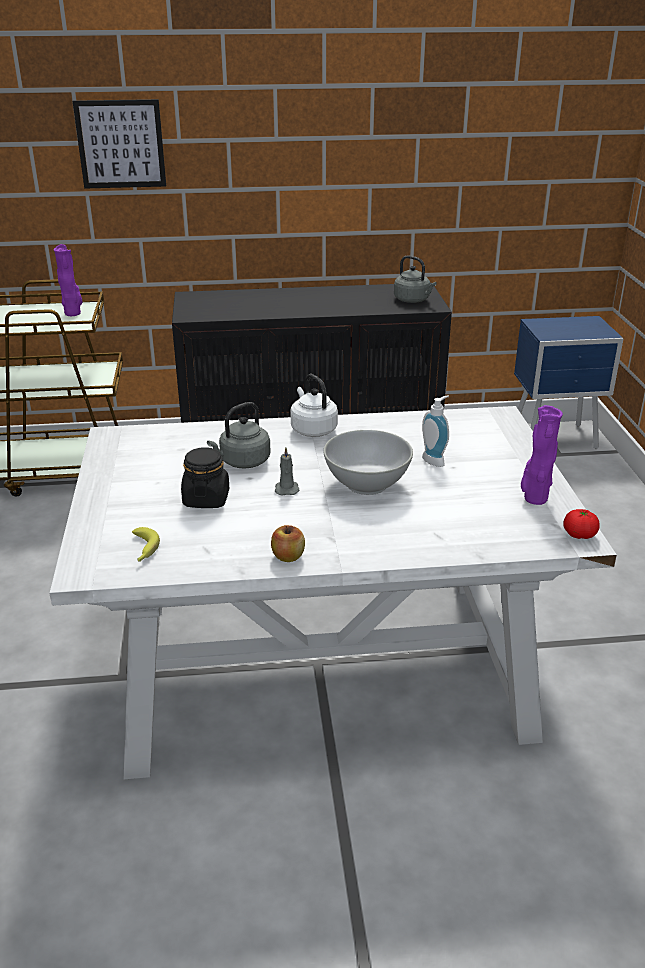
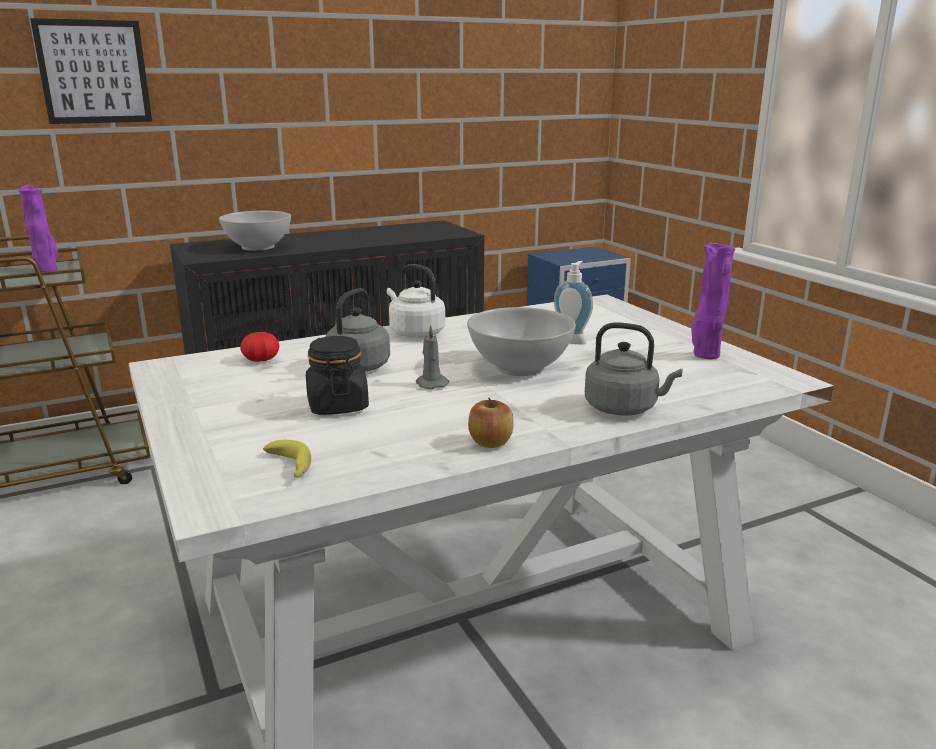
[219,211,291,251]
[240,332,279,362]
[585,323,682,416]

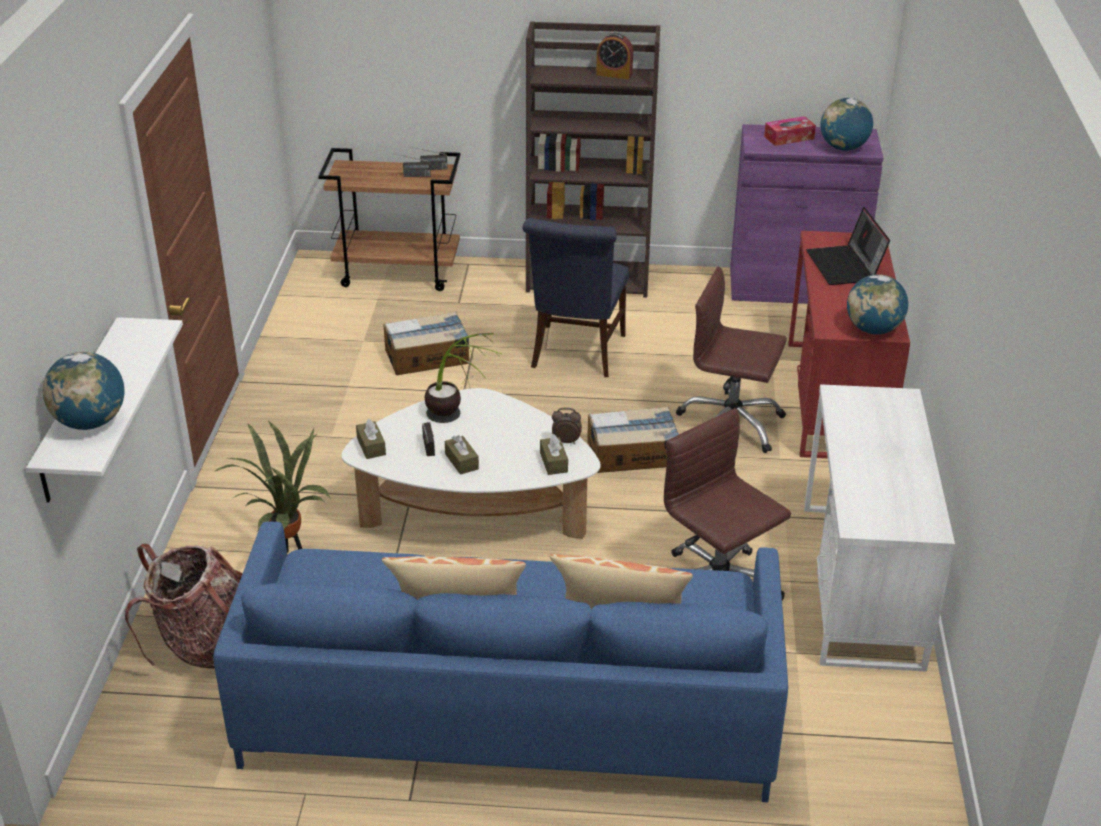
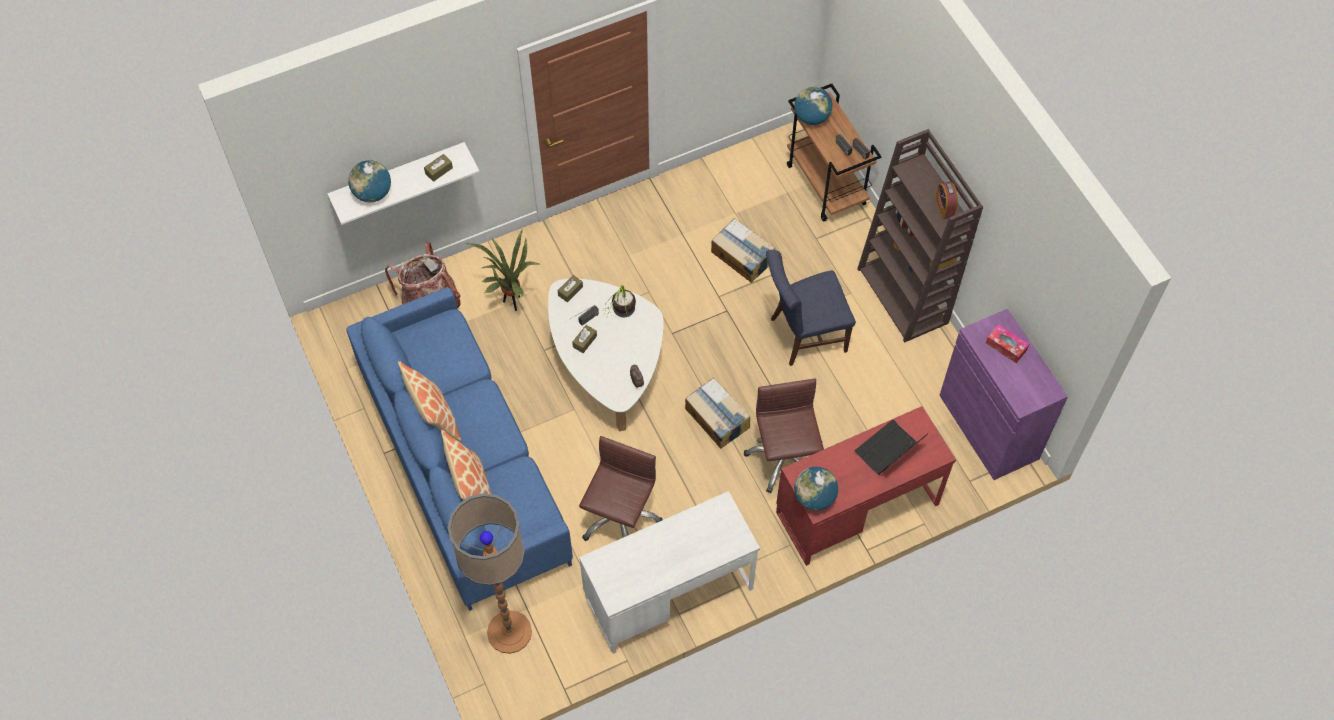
[424,154,453,182]
[448,493,532,654]
[794,87,833,125]

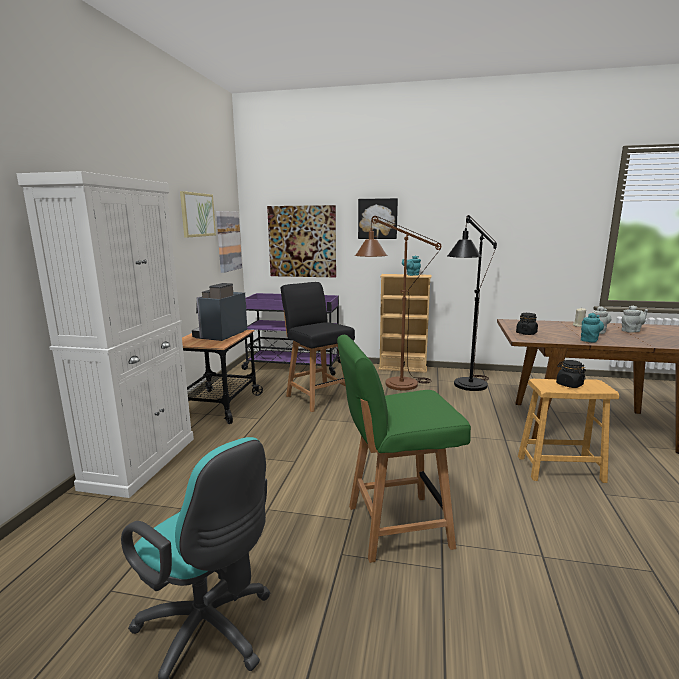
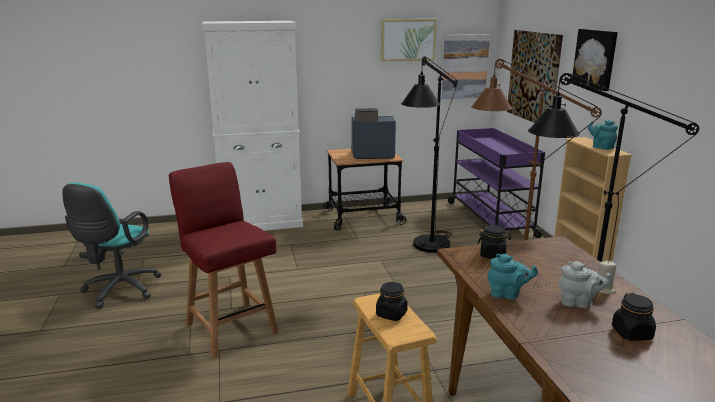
[169,162,279,358]
[401,56,457,253]
[612,293,656,341]

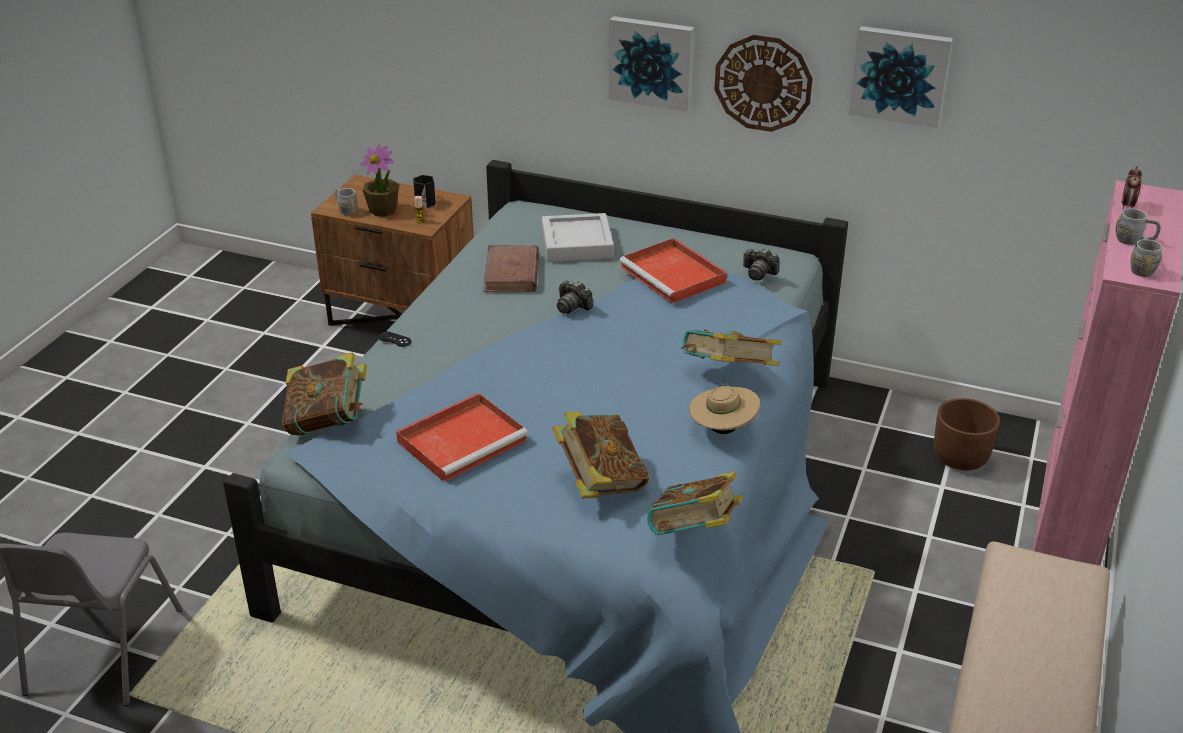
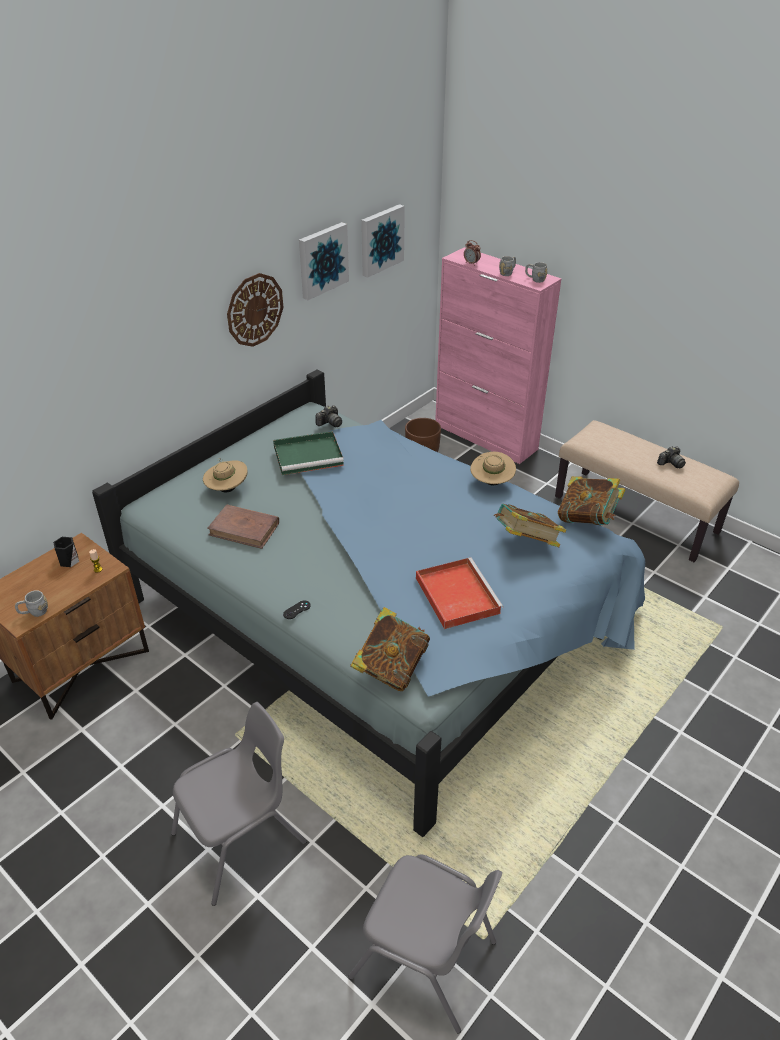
[171,702,307,906]
[203,458,248,492]
[273,431,344,475]
[361,204,405,278]
[657,446,686,469]
[360,144,399,217] (first image)
[681,330,781,366] (first image)

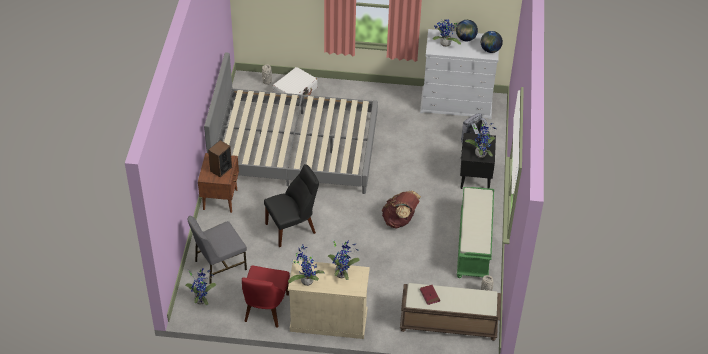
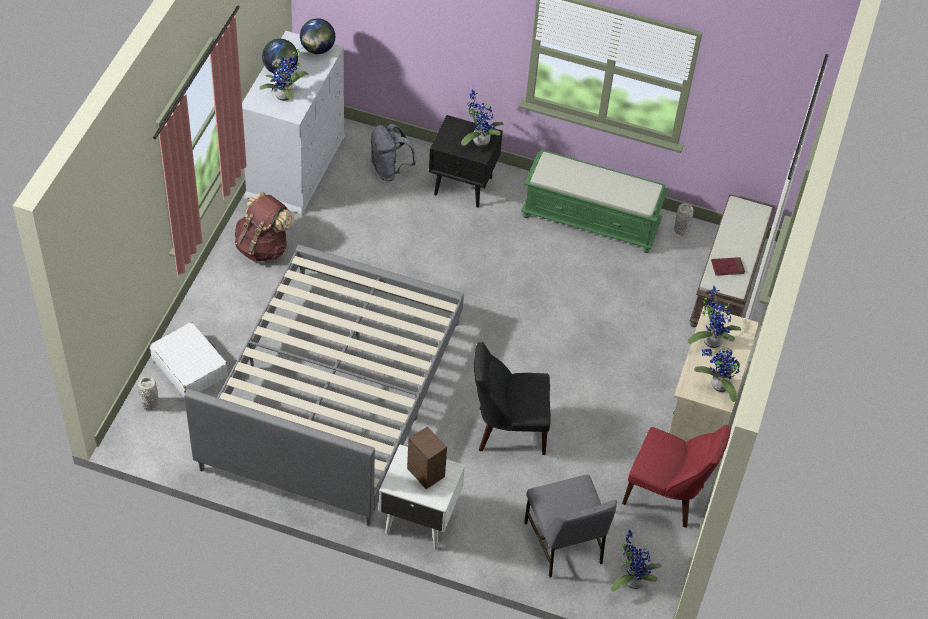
[235,192,294,262]
[379,444,465,550]
[474,342,550,455]

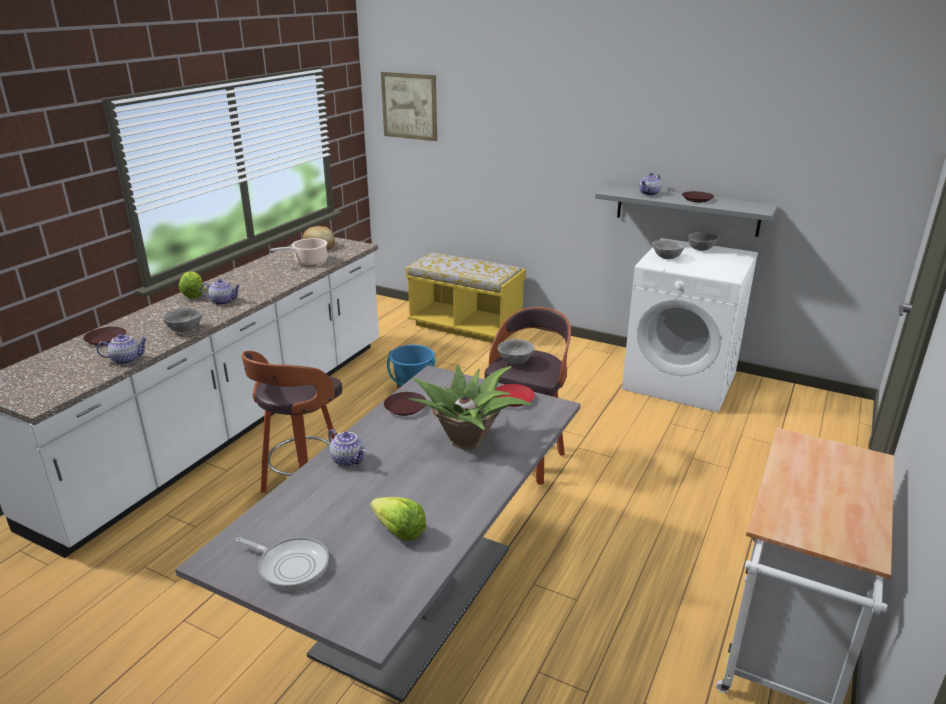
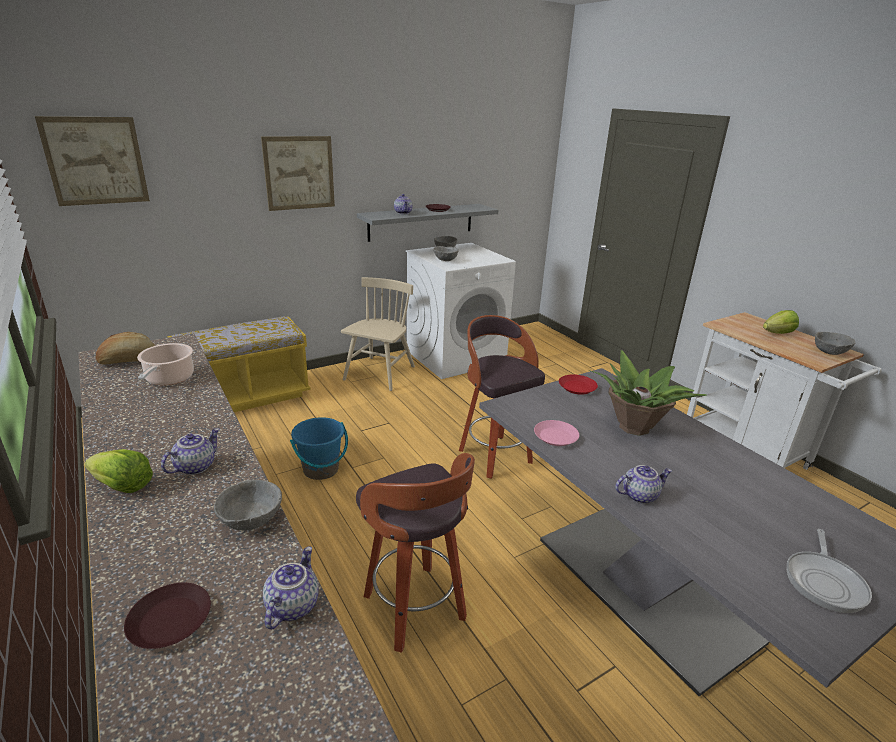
[261,136,335,211]
[341,277,415,391]
[534,420,579,446]
[763,310,799,334]
[787,529,872,613]
[815,332,856,355]

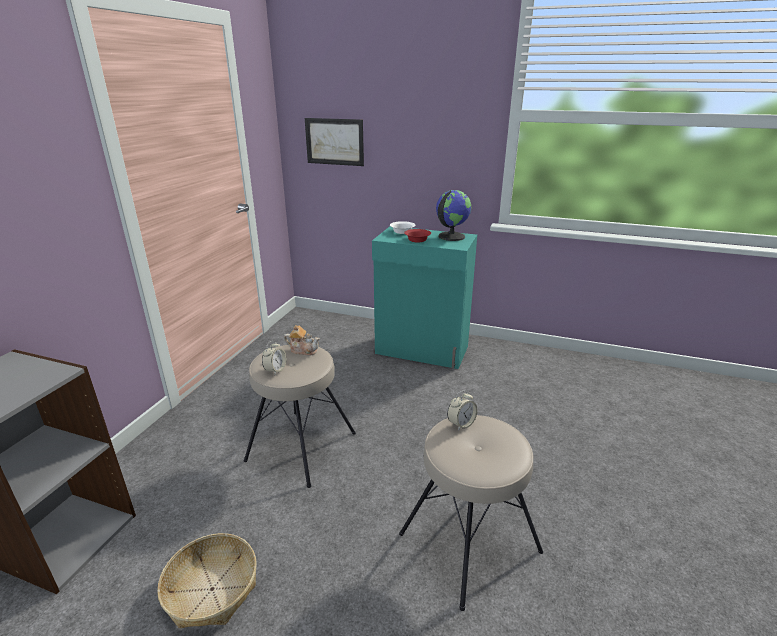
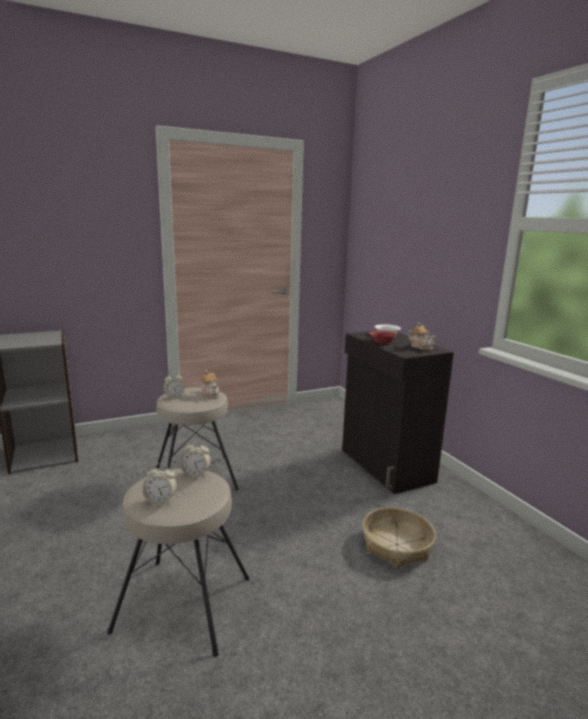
[142,463,177,505]
[342,331,454,494]
[363,507,436,567]
[408,322,436,350]
[305,118,364,166] (first image)

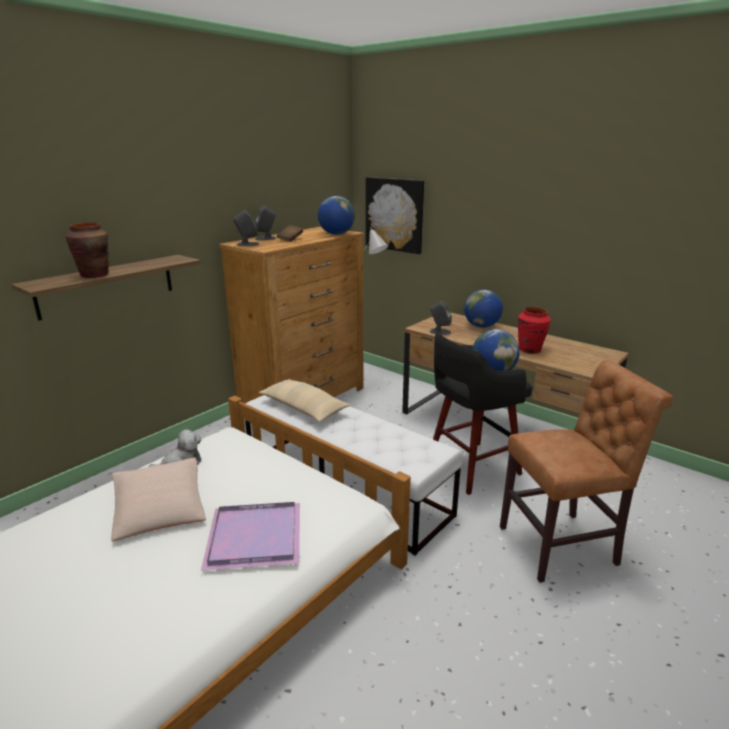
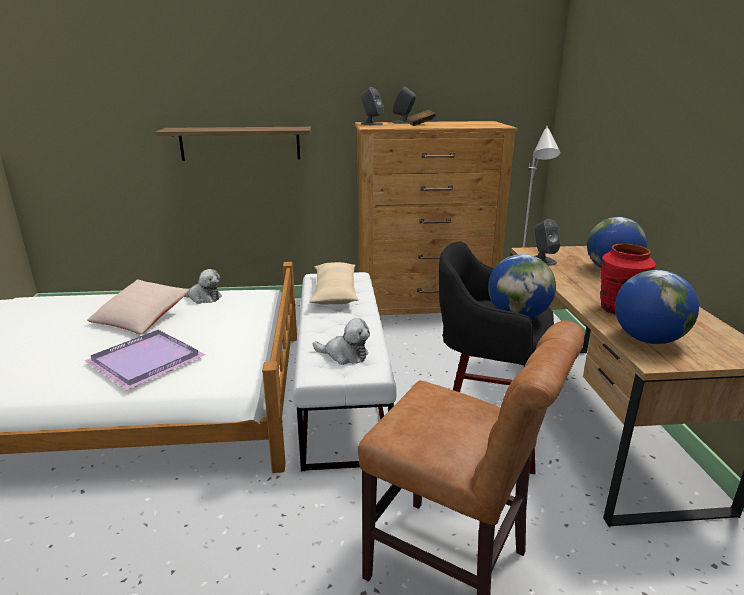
[313,318,370,365]
[615,270,699,344]
[66,222,109,278] (first image)
[366,177,424,254] (first image)

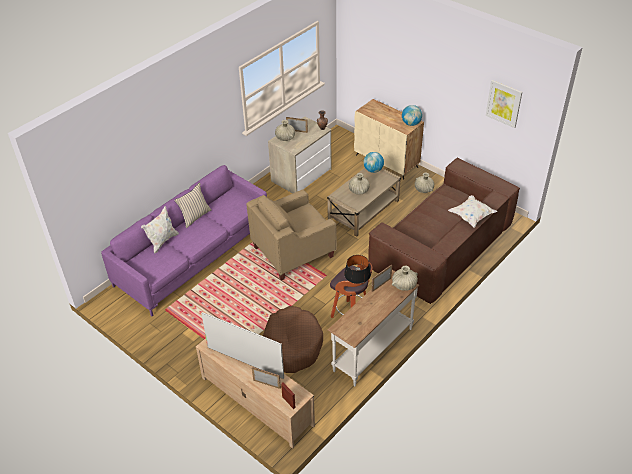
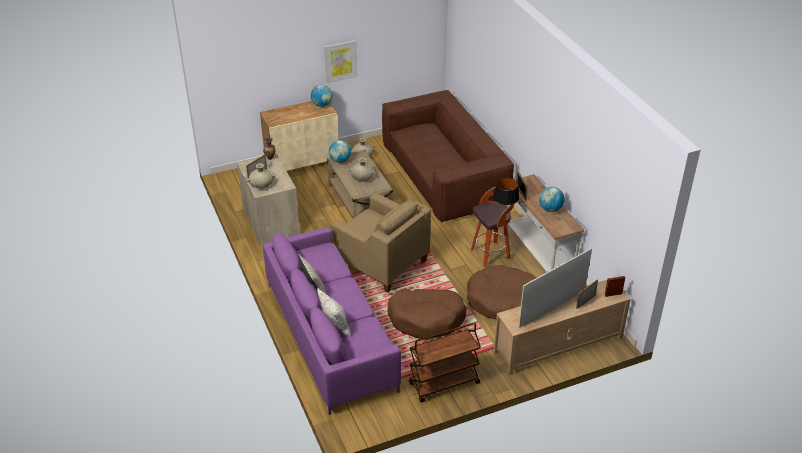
[324,40,358,83]
[331,193,431,293]
[387,288,467,338]
[409,323,481,403]
[539,187,565,212]
[392,266,418,291] (first image)
[448,195,497,228] (first image)

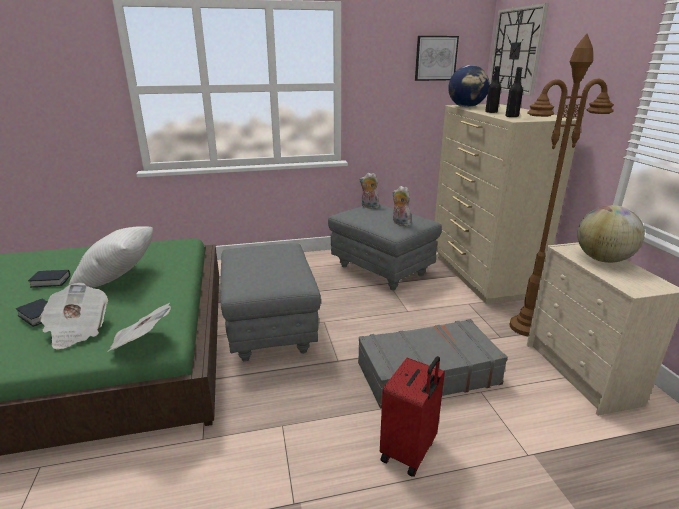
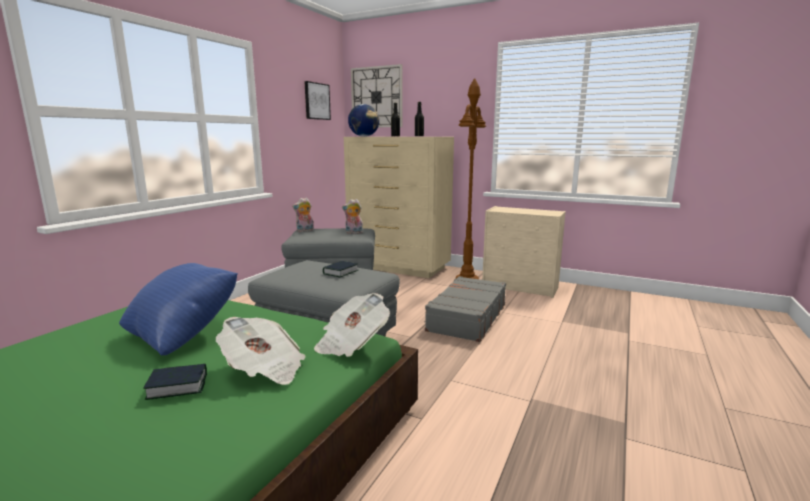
[119,263,238,356]
[323,261,358,277]
[380,356,445,477] (first image)
[577,205,645,263] (first image)

